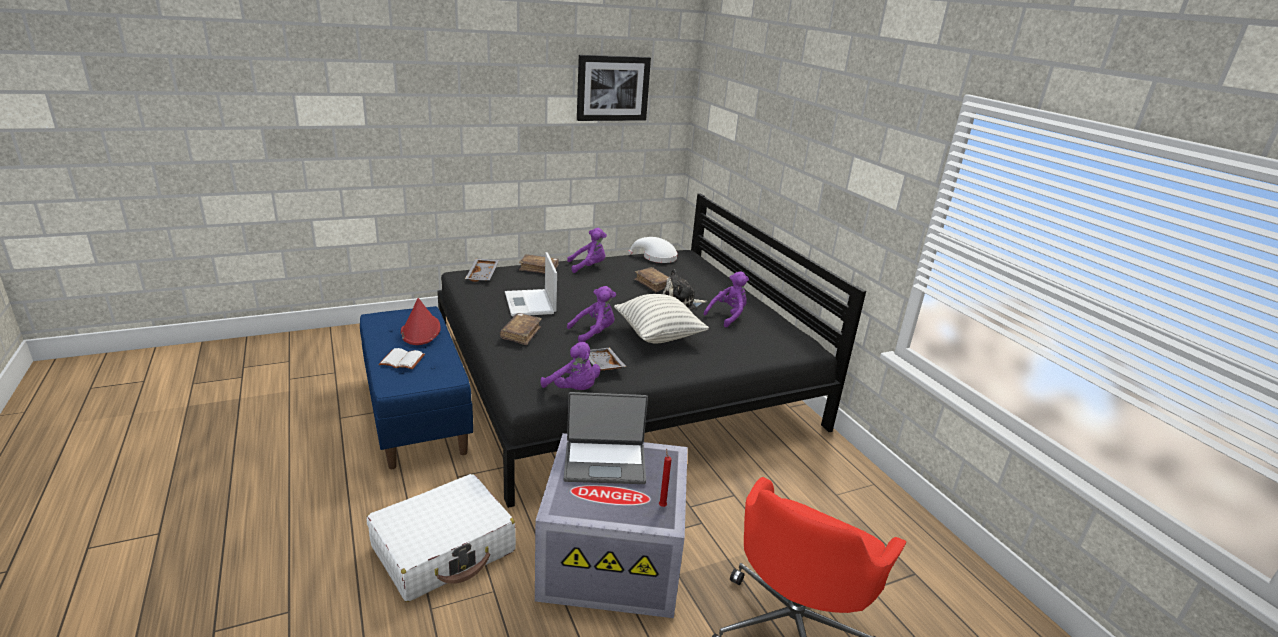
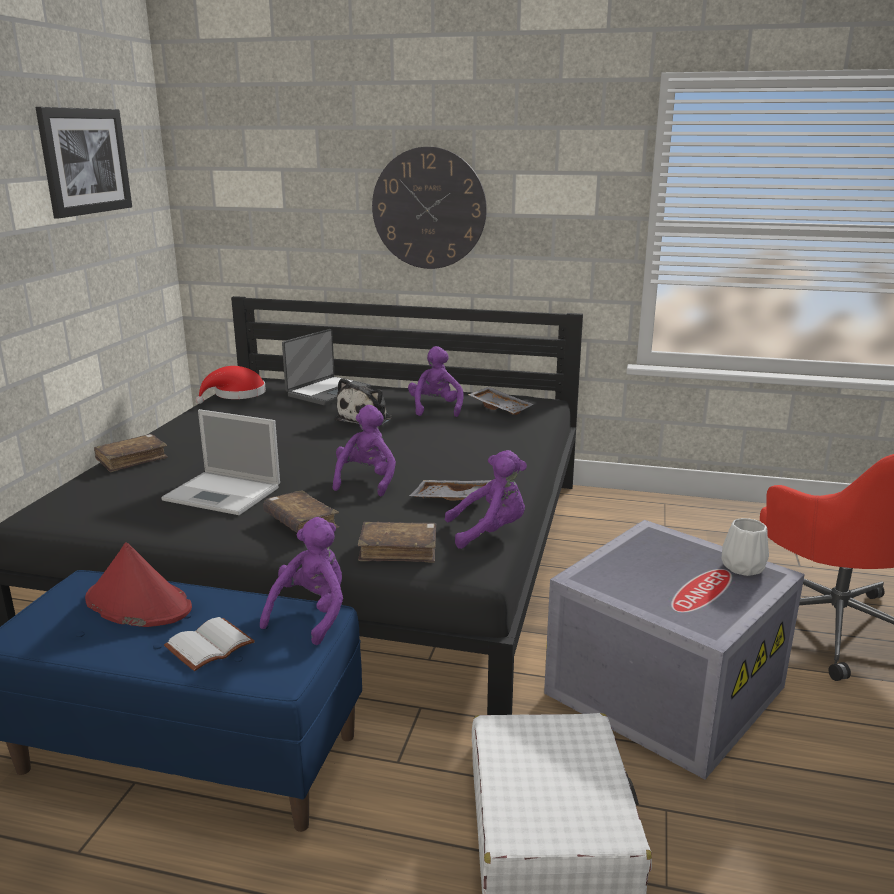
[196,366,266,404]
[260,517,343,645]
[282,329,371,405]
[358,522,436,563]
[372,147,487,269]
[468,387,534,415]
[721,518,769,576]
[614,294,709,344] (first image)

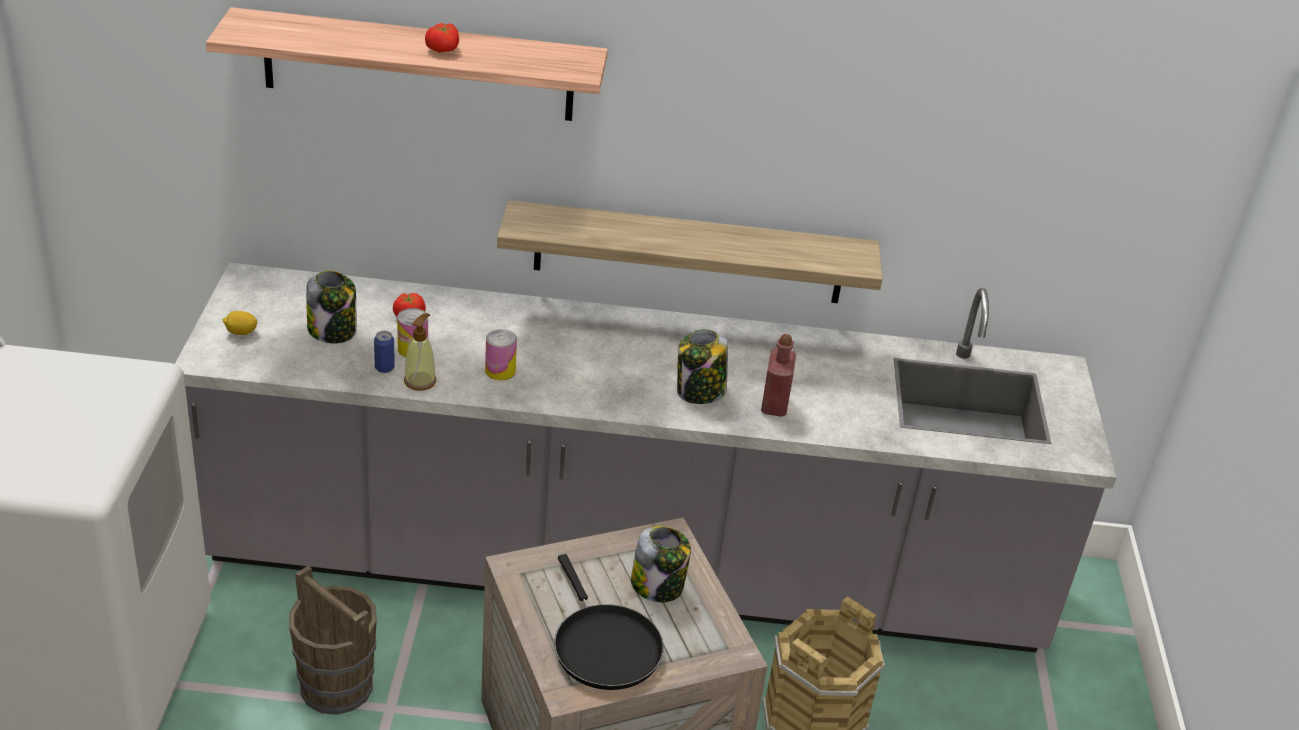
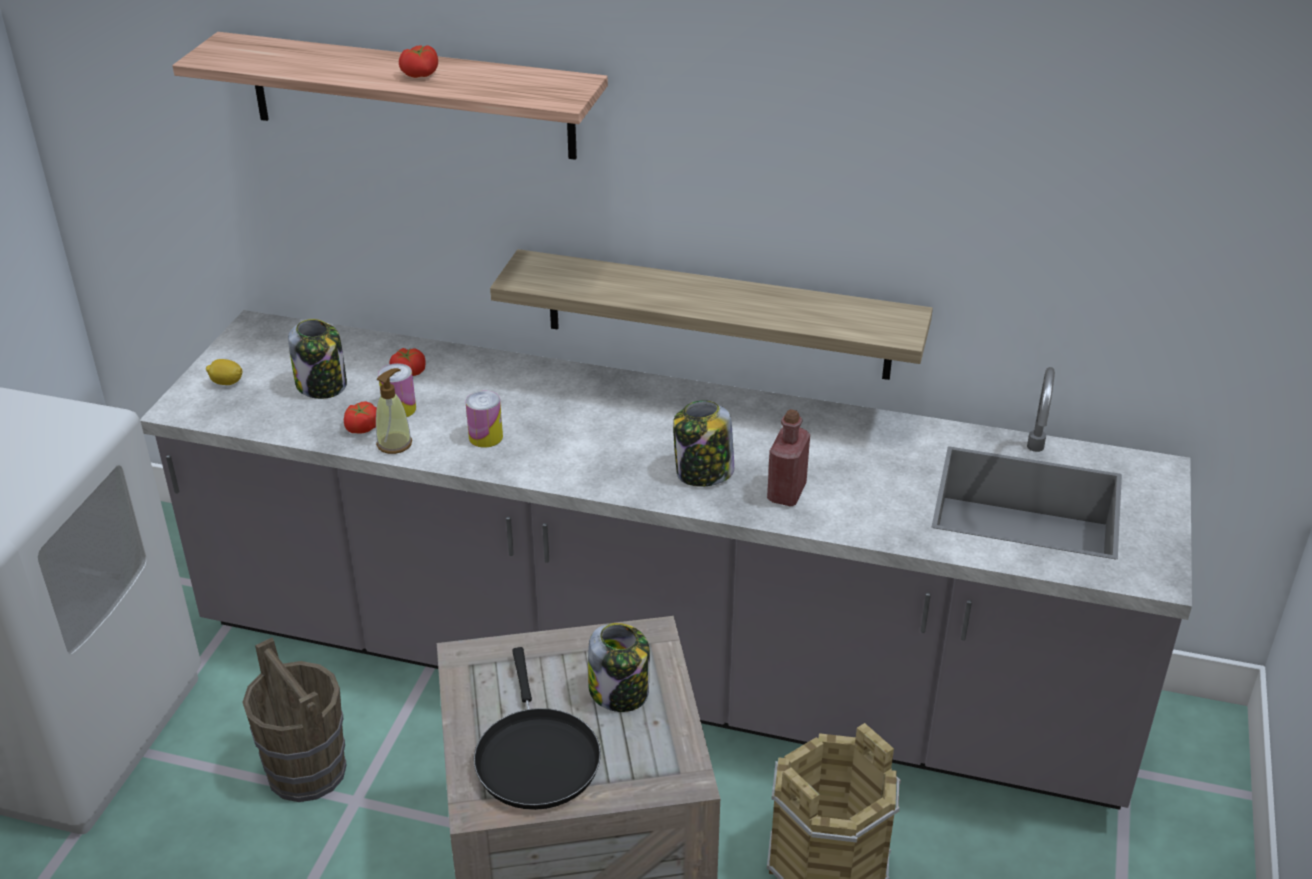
[344,401,377,434]

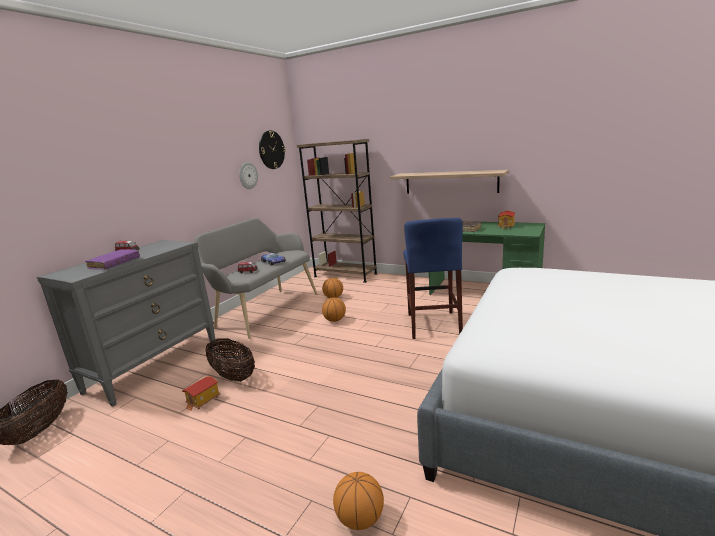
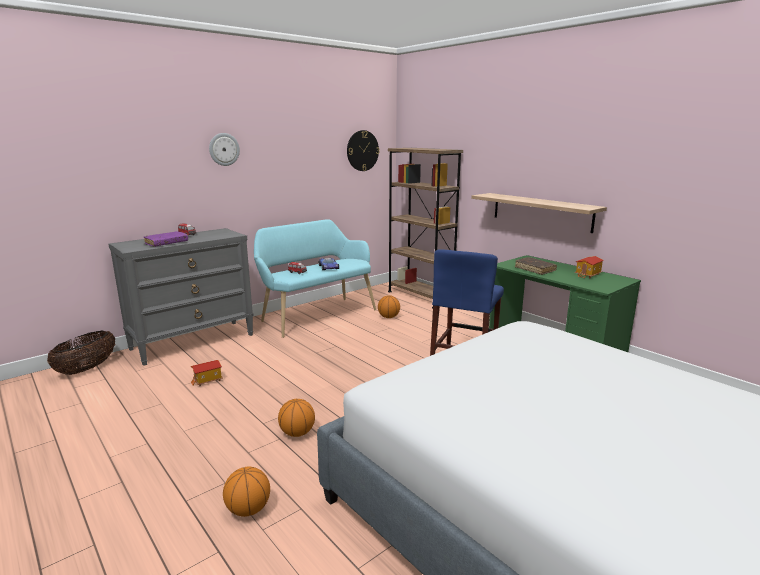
[209,133,240,166]
[254,219,376,338]
[278,399,315,437]
[205,338,255,382] (first image)

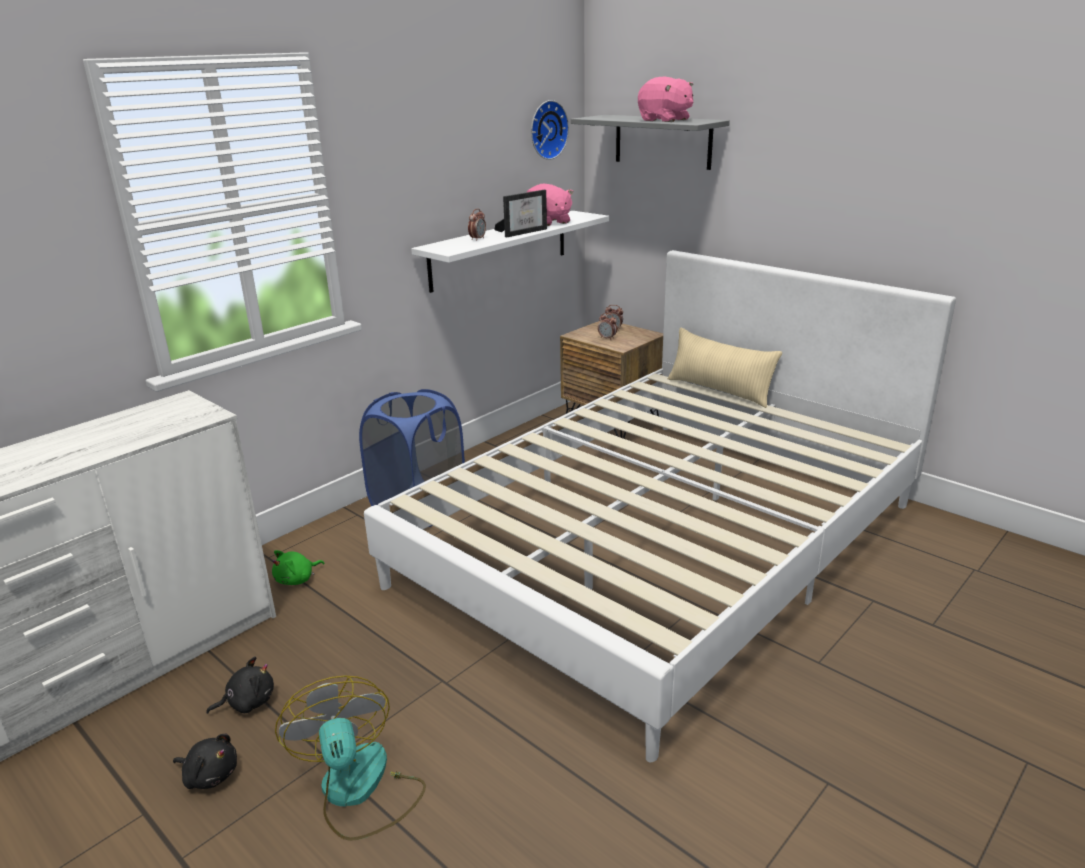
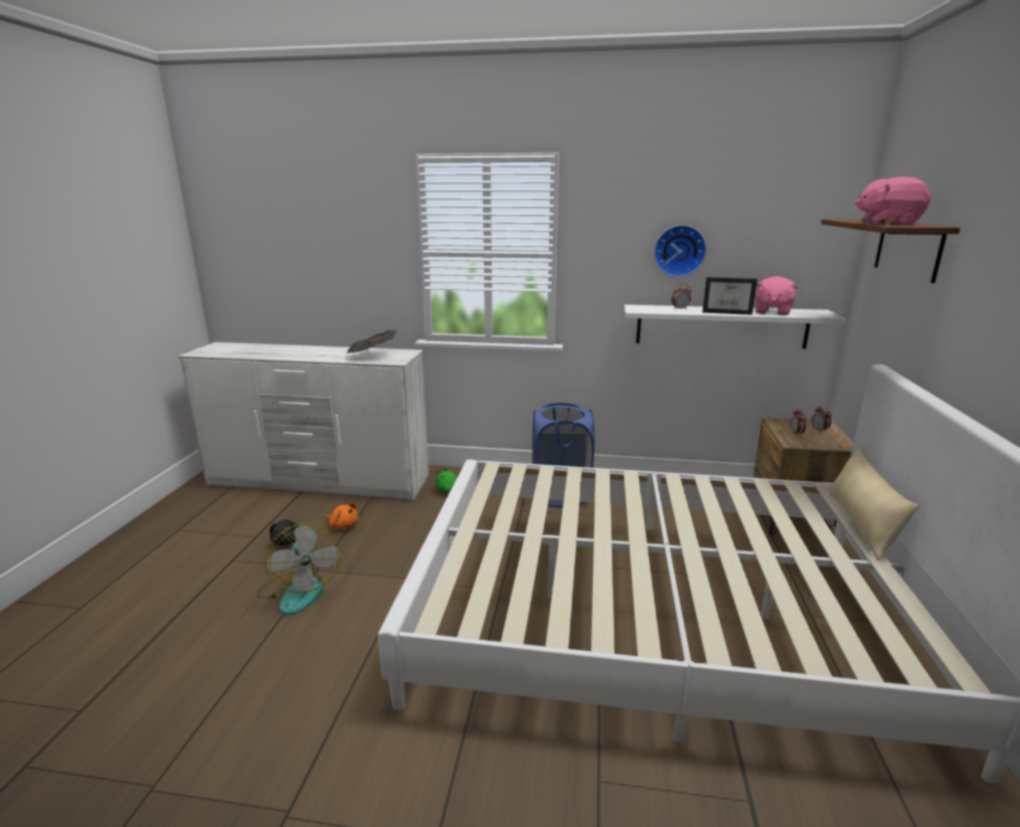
[257,523,341,616]
[325,503,358,529]
[347,330,397,353]
[654,225,707,277]
[821,219,960,283]
[855,177,931,225]

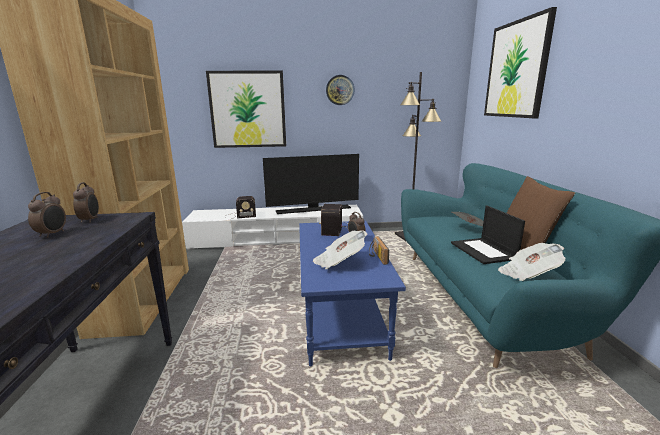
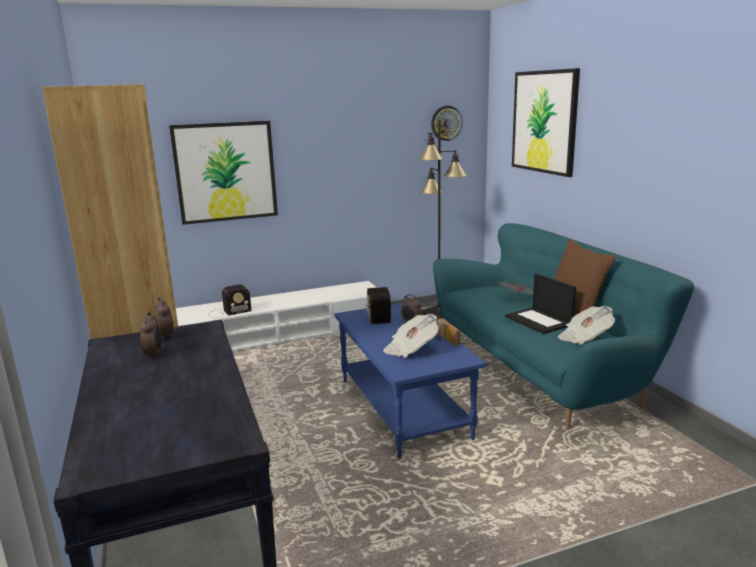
[431,106,463,141]
[263,154,359,214] (first image)

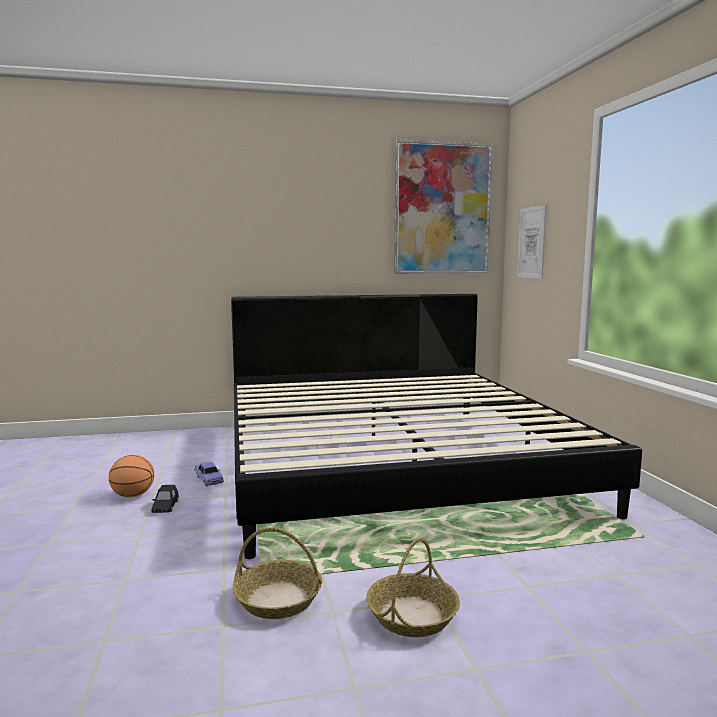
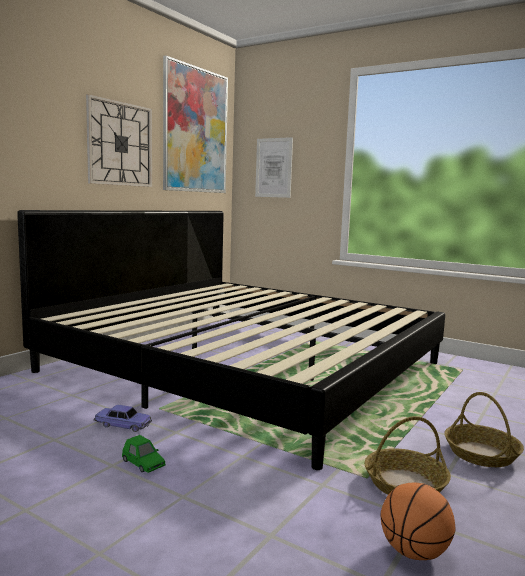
[86,94,152,187]
[122,435,165,473]
[381,482,455,560]

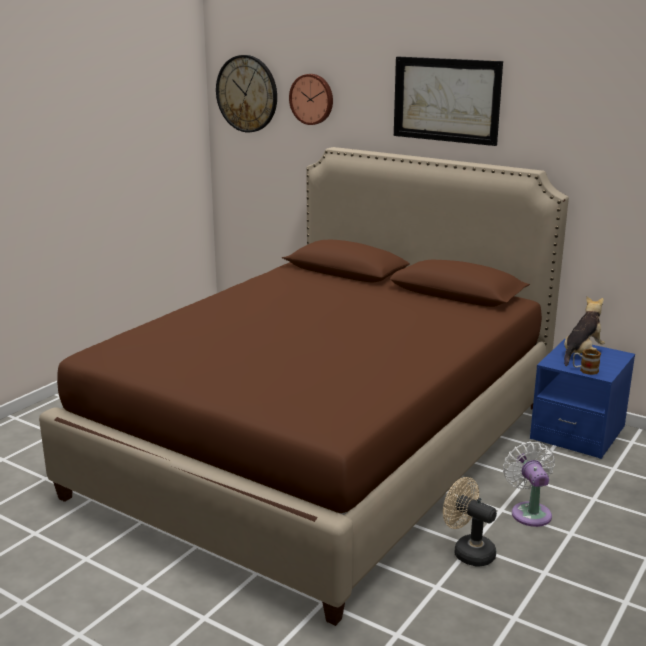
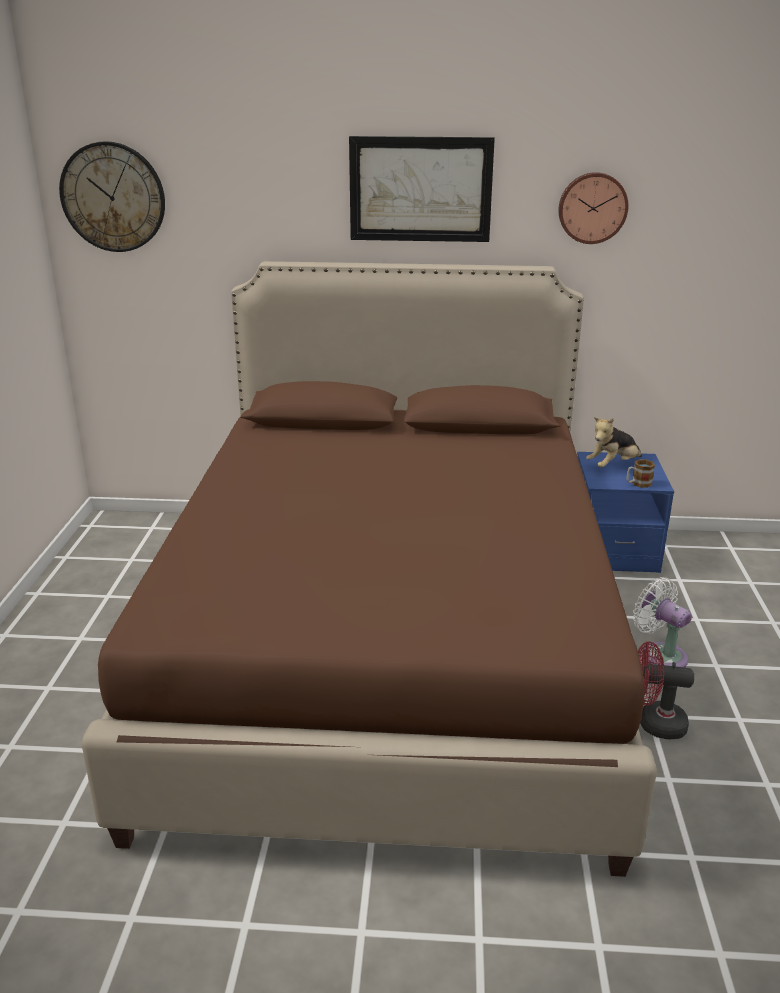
[558,172,629,244]
[586,417,642,468]
[638,641,694,739]

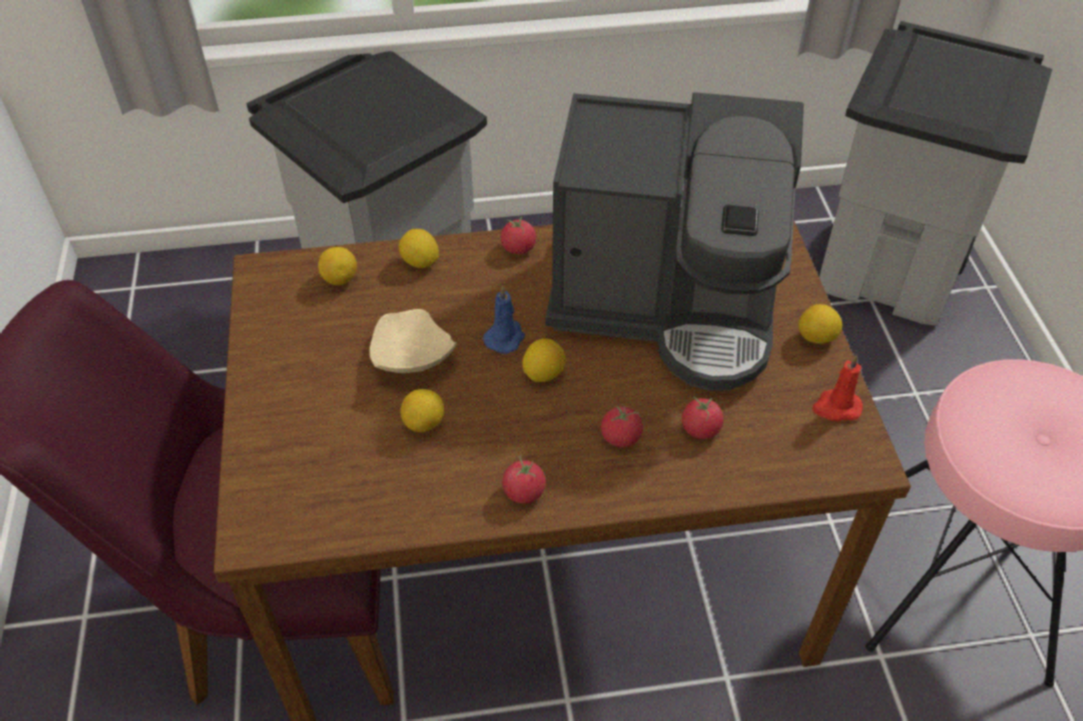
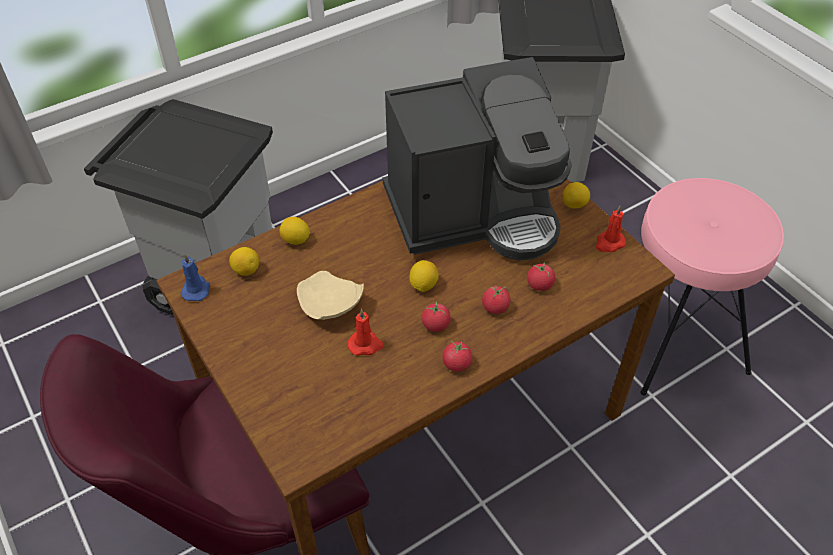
[181,254,210,301]
[348,309,384,355]
[422,302,451,332]

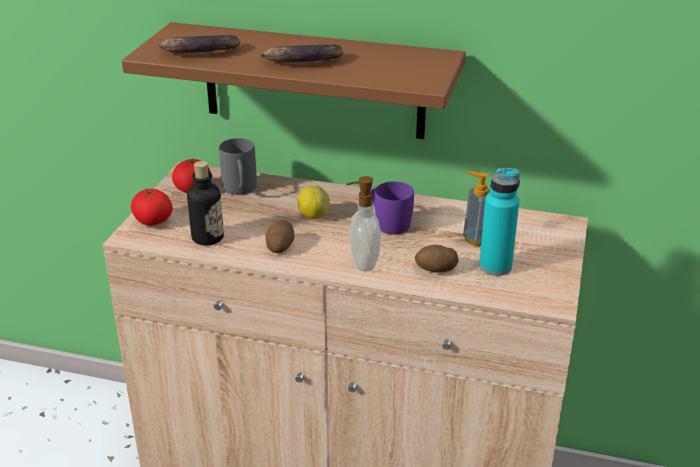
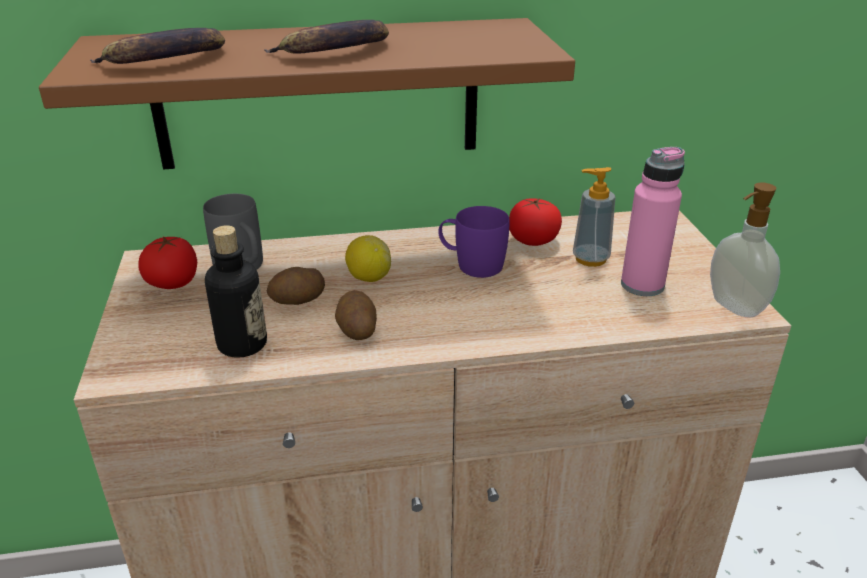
[267,267,325,305]
[509,198,562,246]
[621,147,685,296]
[710,183,780,317]

